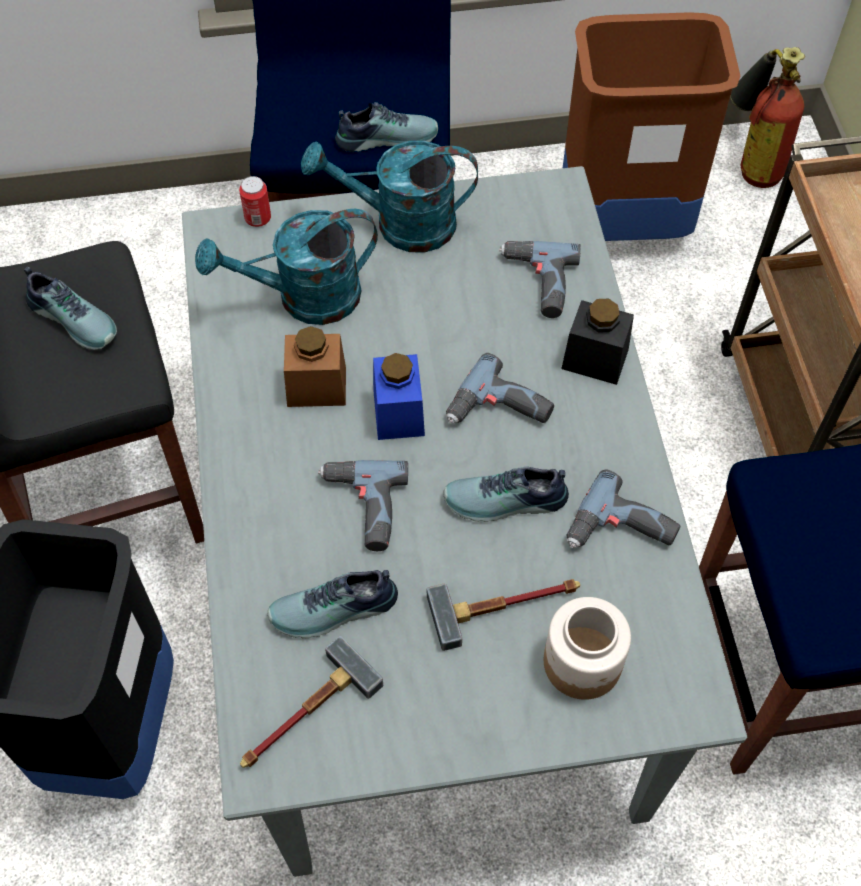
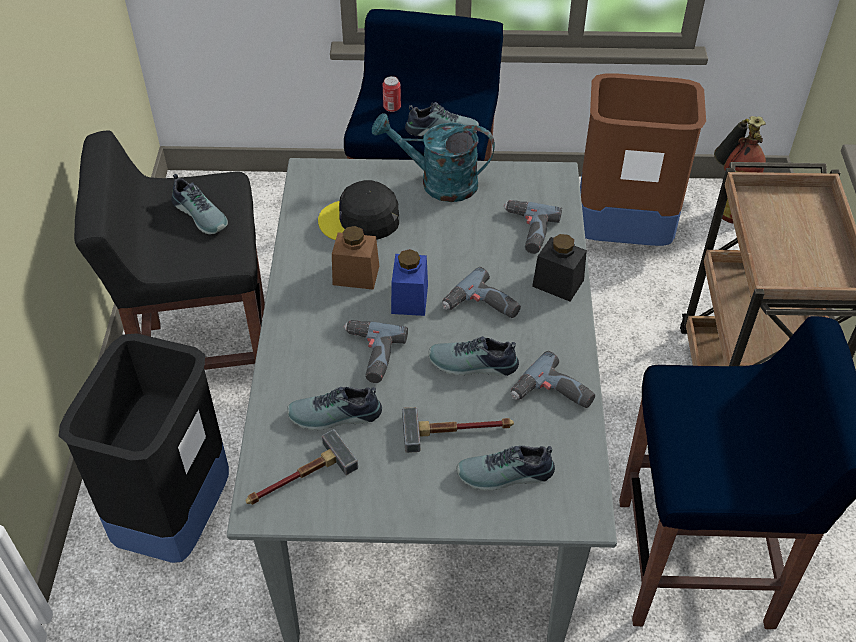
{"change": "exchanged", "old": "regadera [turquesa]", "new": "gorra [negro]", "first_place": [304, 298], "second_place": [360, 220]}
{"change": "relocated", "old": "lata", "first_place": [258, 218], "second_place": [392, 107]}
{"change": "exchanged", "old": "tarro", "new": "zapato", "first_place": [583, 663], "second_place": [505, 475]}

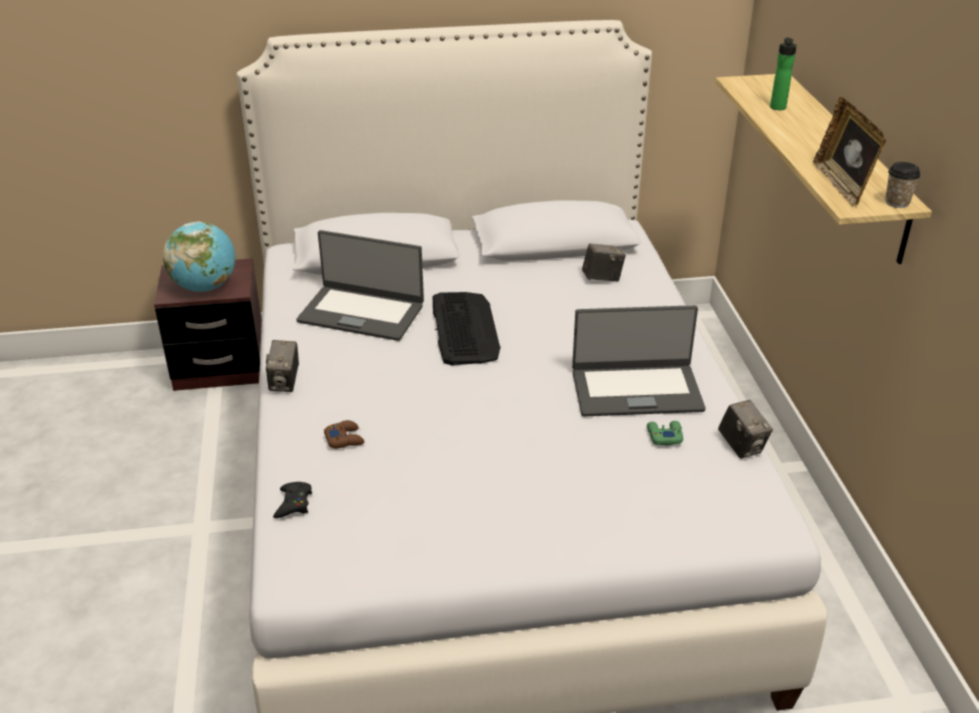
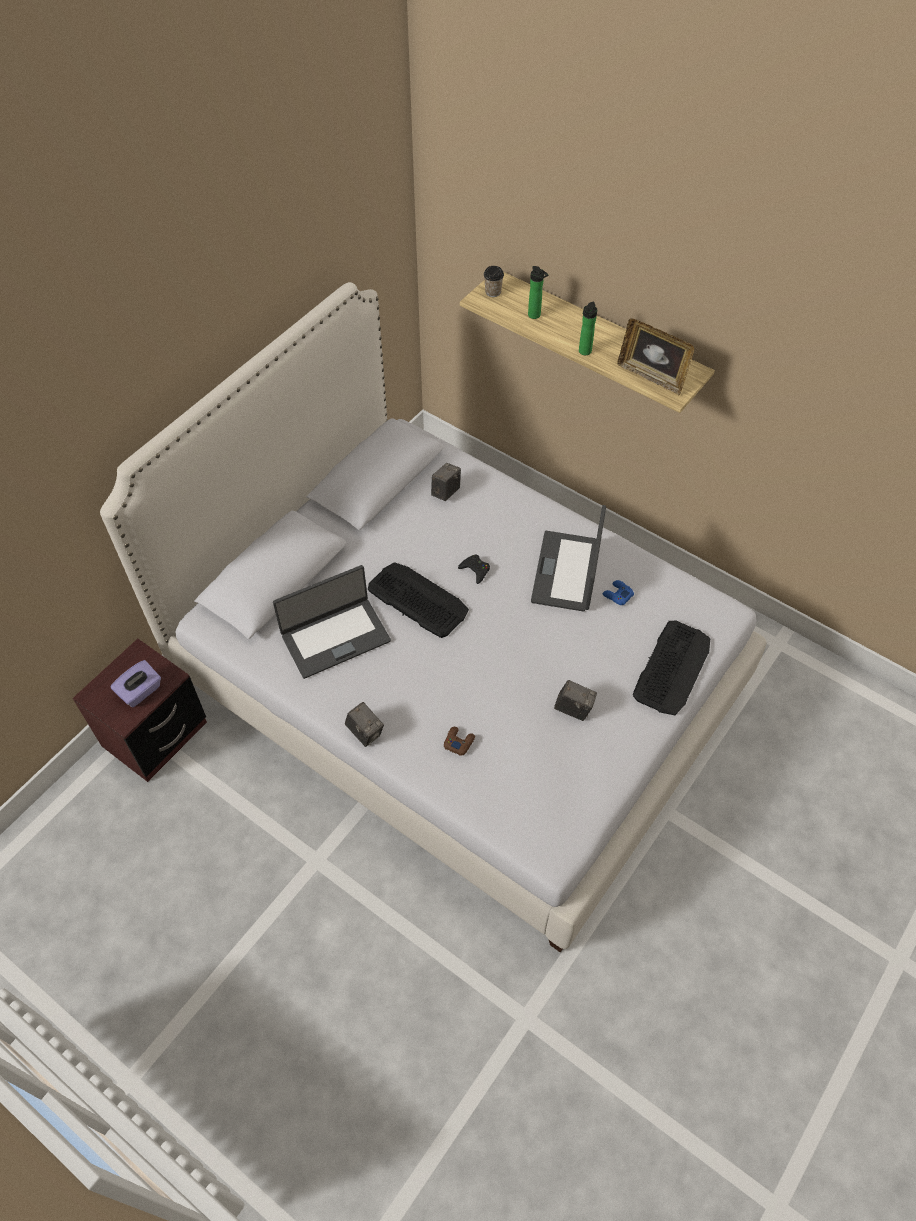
{"change": "exchanged", "old": "globo terráqueo", "new": "caja de pañuelos [morado]", "first_place": [205, 287], "second_place": [140, 691]}
{"change": "relocated", "old": "mando de consola [negro]", "first_place": [293, 503], "second_place": [475, 570]}
{"change": "spun", "old": "portátil", "first_place": [636, 390], "second_place": [567, 572], "degrees": 150}
{"change": "colour", "old": "mando de consola [verde]", "new": "mando de consola [azul]", "first_place": [664, 436], "second_place": [617, 595]}
{"change": "relocated", "old": "cámara", "first_place": [741, 446], "second_place": [573, 709]}
{"change": "relocated", "old": "taza", "first_place": [897, 202], "second_place": [493, 292]}
{"change": "appeared", "new": "botella", "second_place": [584, 352]}
{"change": "appeared", "new": "teclado", "second_place": [672, 667]}

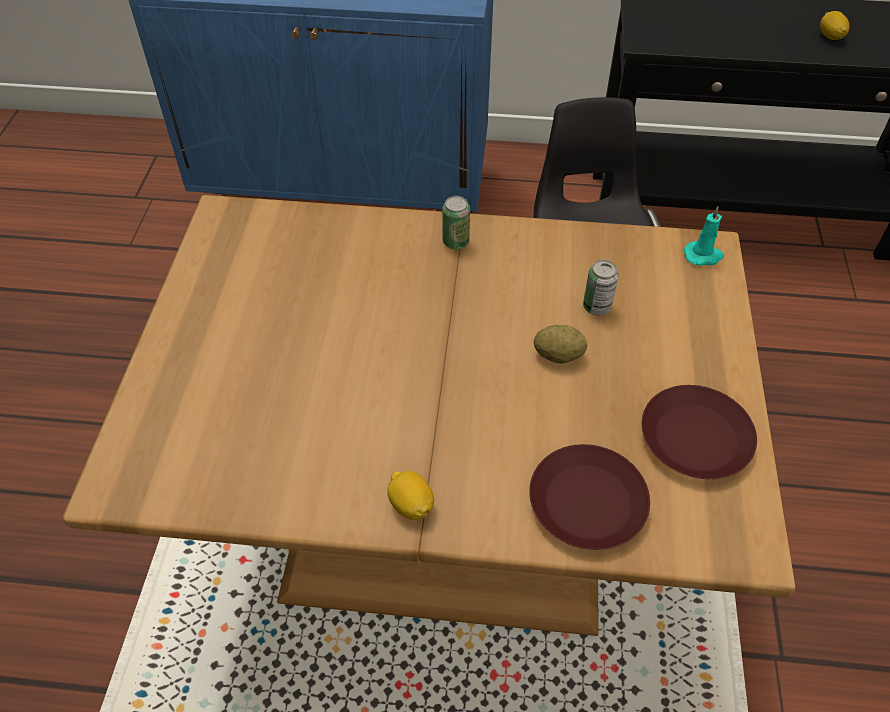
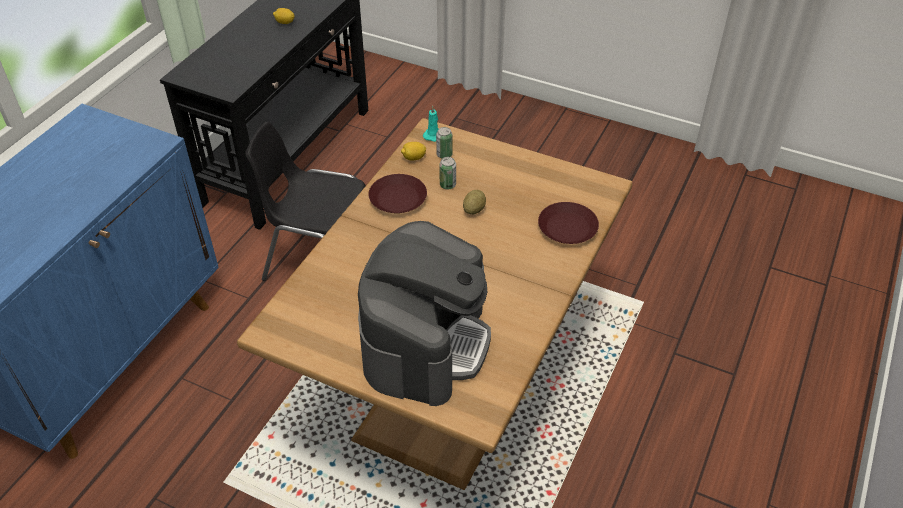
{"change": "relocated", "old": "limón", "first_place": [411, 505], "second_place": [413, 158]}
{"change": "relocated", "old": "lata", "first_place": [455, 242], "second_place": [444, 155]}
{"change": "relocated", "old": "plato [marrón]", "first_place": [695, 437], "second_place": [397, 198]}
{"change": "appeared", "new": "cafetera", "second_place": [425, 342]}

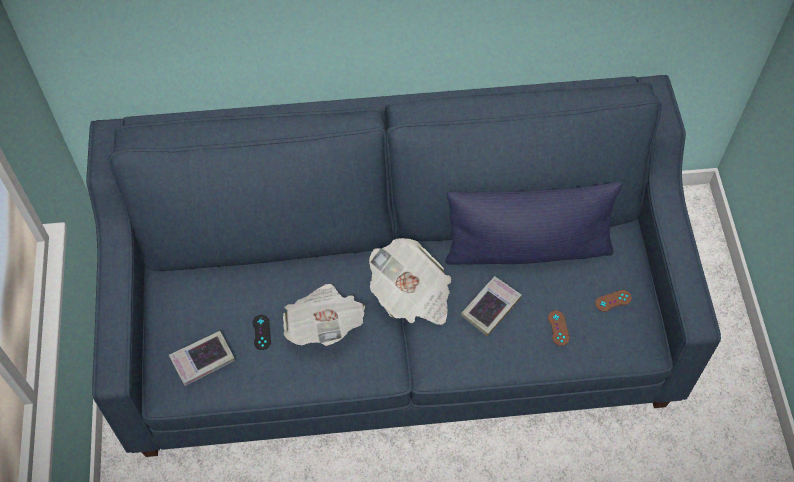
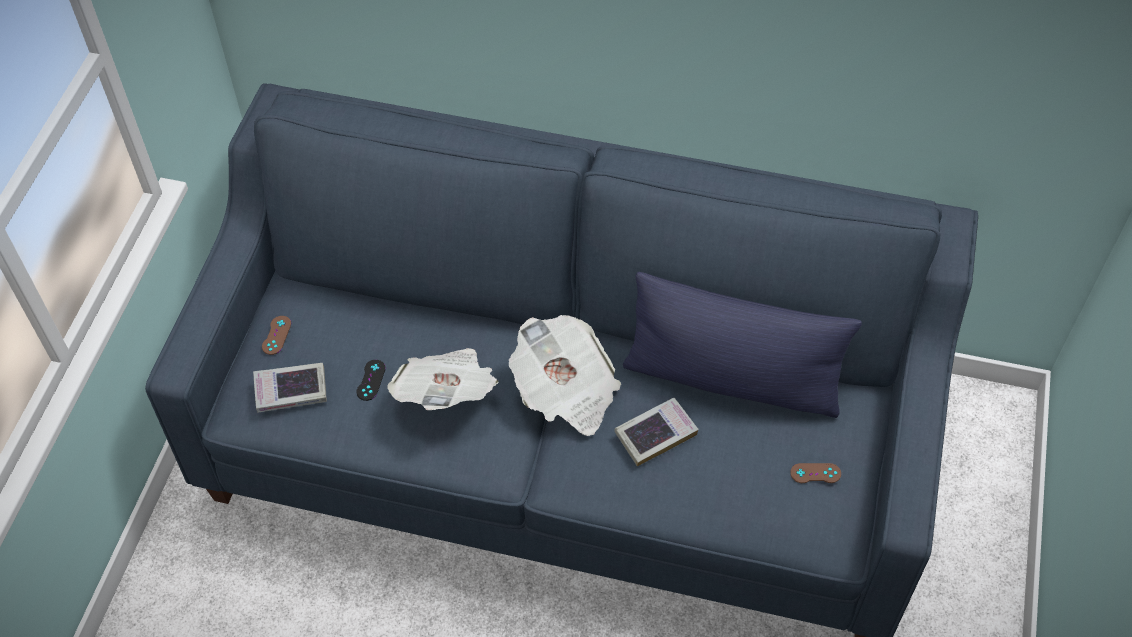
{"change": "relocated", "old": "mando de consola [marrón]", "first_place": [558, 328], "second_place": [276, 335]}

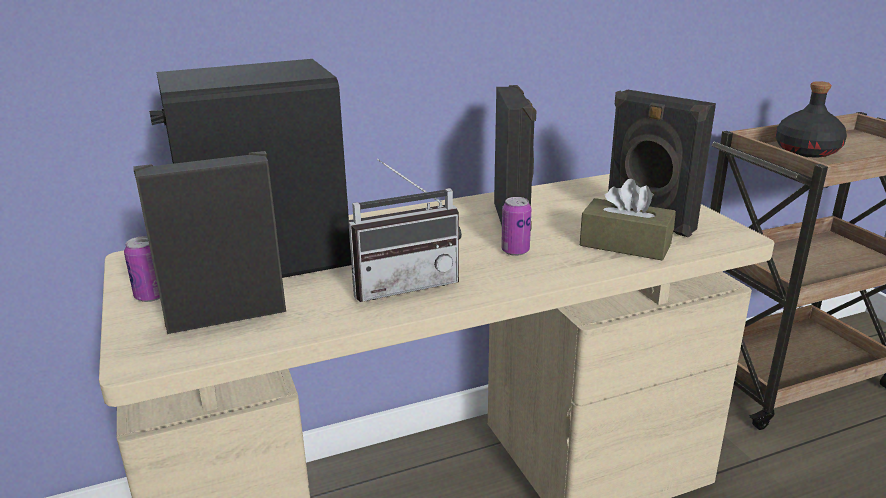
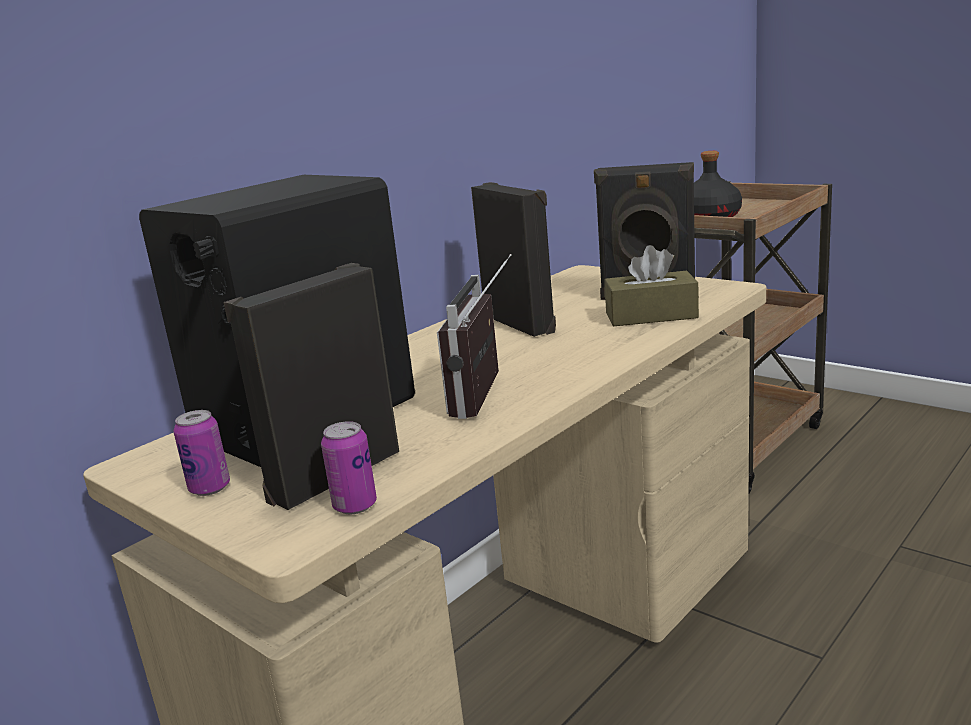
{"change": "spun", "old": "radio", "first_place": [404, 283], "second_place": [489, 396], "degrees": 150}
{"change": "relocated", "old": "lata", "first_place": [515, 251], "second_place": [355, 505]}

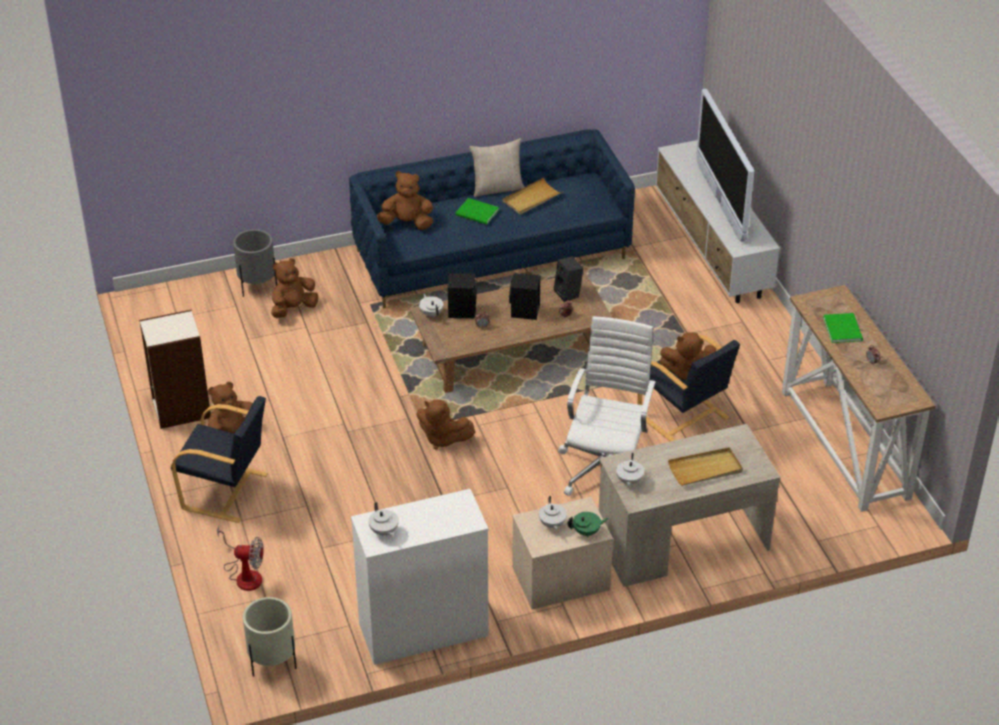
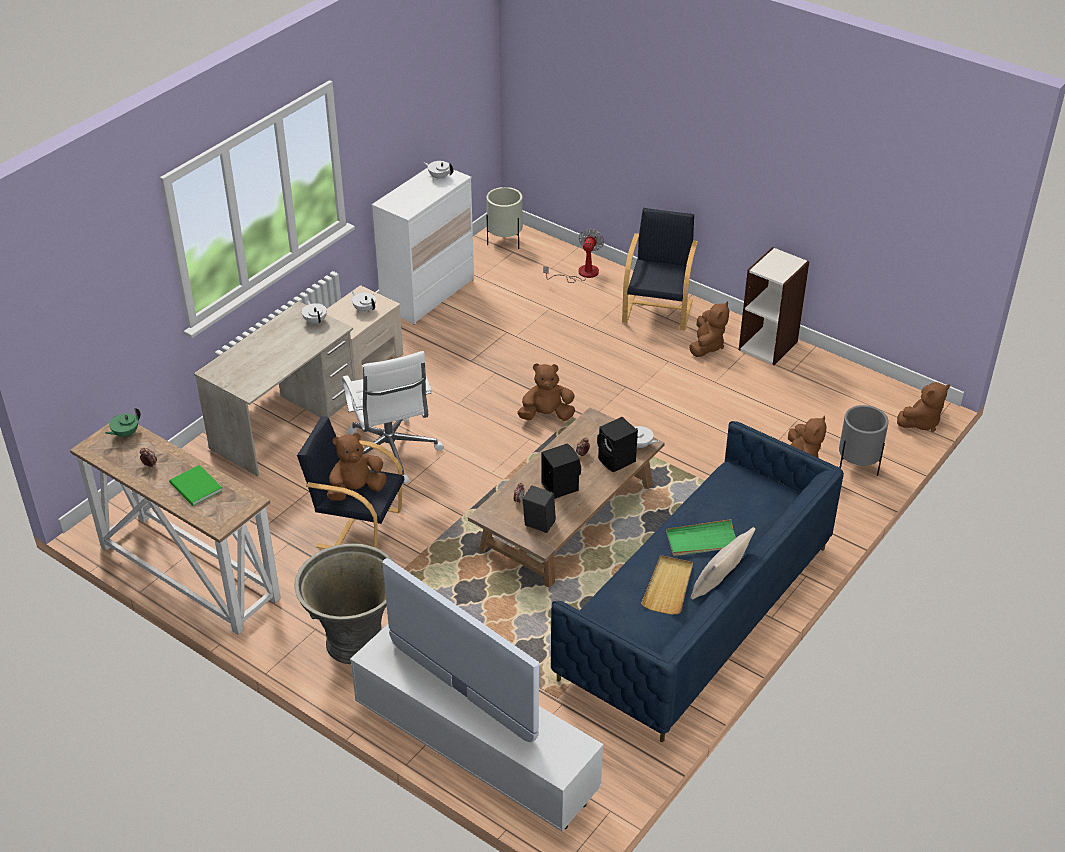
{"change": "spun", "old": "sillón [negro]", "first_place": [226, 492], "second_place": [658, 310], "degrees": 120}
{"change": "spun", "old": "ventilador", "first_place": [244, 574], "second_place": [581, 273], "degrees": 135}
{"change": "relocated", "old": "peluche [marrón]", "first_place": [407, 223], "second_place": [921, 422]}
{"change": "exchanged", "old": "libro [verde]", "new": "bandeja [verde]", "first_place": [477, 213], "second_place": [702, 540]}
{"change": "relocated", "old": "tetera [verde]", "first_place": [587, 532], "second_place": [125, 434]}
{"change": "missing", "old": "bandeja [beis]", "first_place": [705, 469]}
{"change": "appeared", "new": "maceta [gris]", "second_place": [354, 641]}

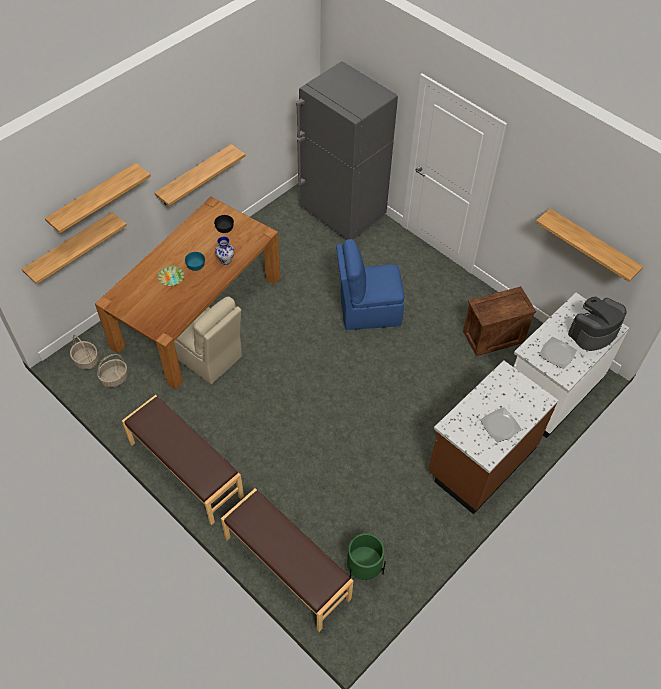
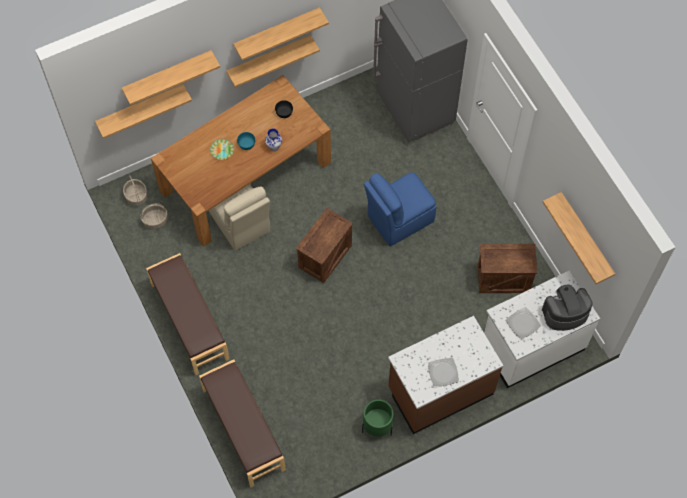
{"change": "spun", "old": "silla [azul]", "first_place": [368, 311], "second_place": [399, 219], "degrees": -45}
{"change": "relocated", "old": "maceta [verde]", "first_place": [364, 568], "second_place": [377, 426]}
{"change": "appeared", "new": "estante", "second_place": [277, 31]}
{"change": "appeared", "new": "caja de embalaje", "second_place": [324, 255]}

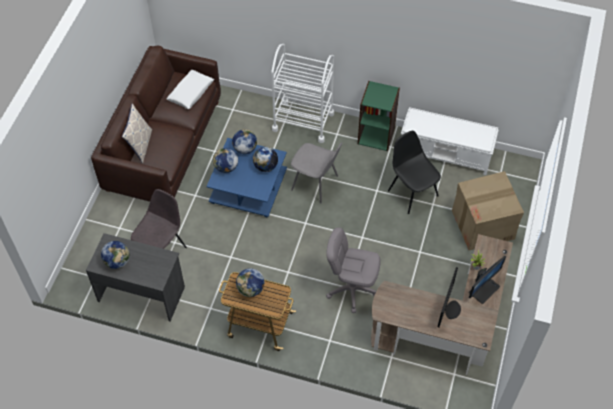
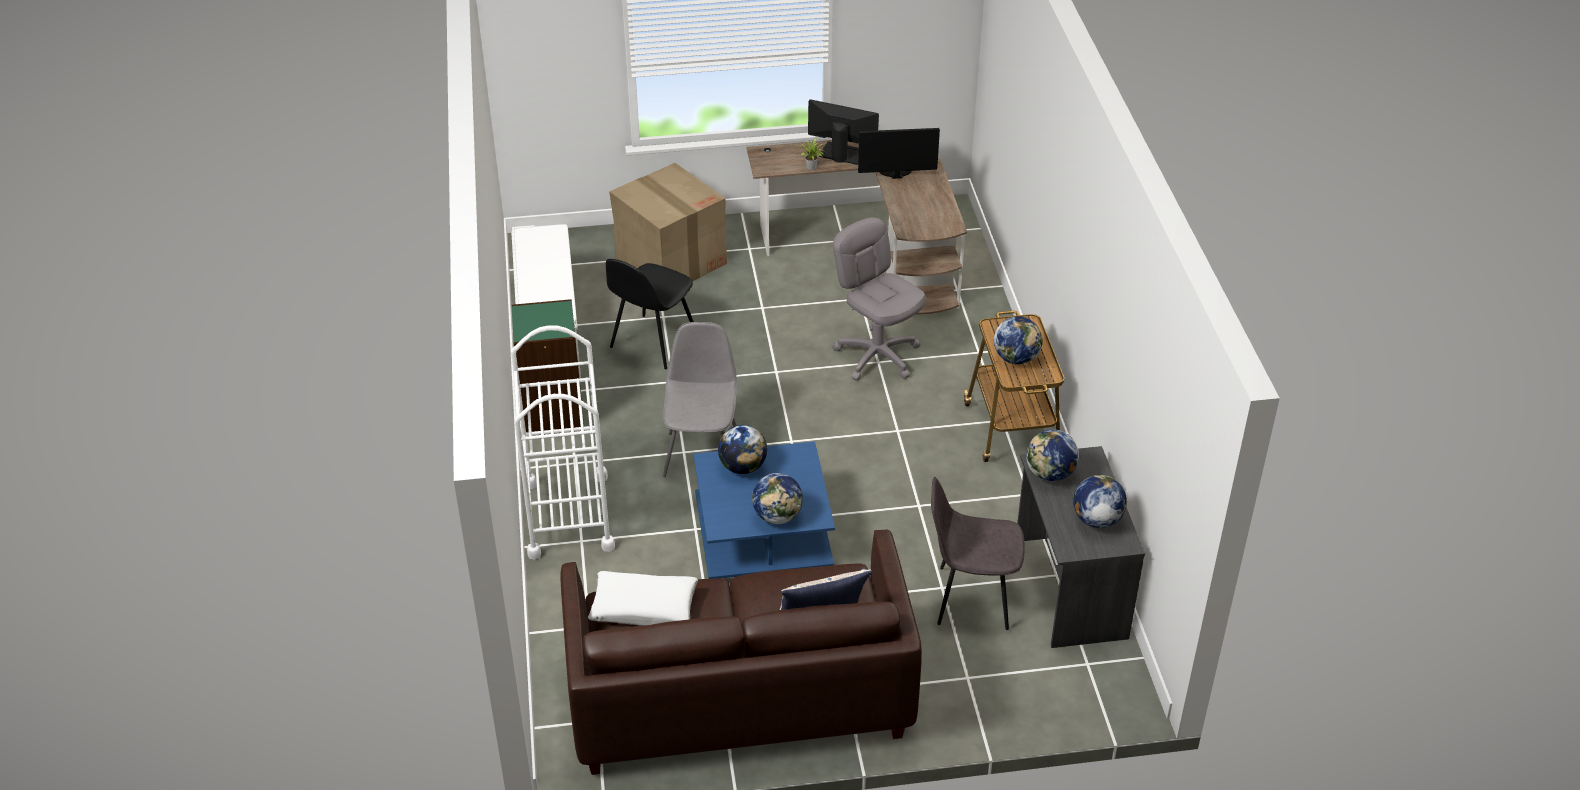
{"change": "relocated", "old": "globo terráqueo", "first_place": [245, 149], "second_place": [1050, 474]}
{"change": "spun", "old": "silla de oficina [gris]", "first_place": [351, 289], "second_place": [877, 355], "degrees": 150}

